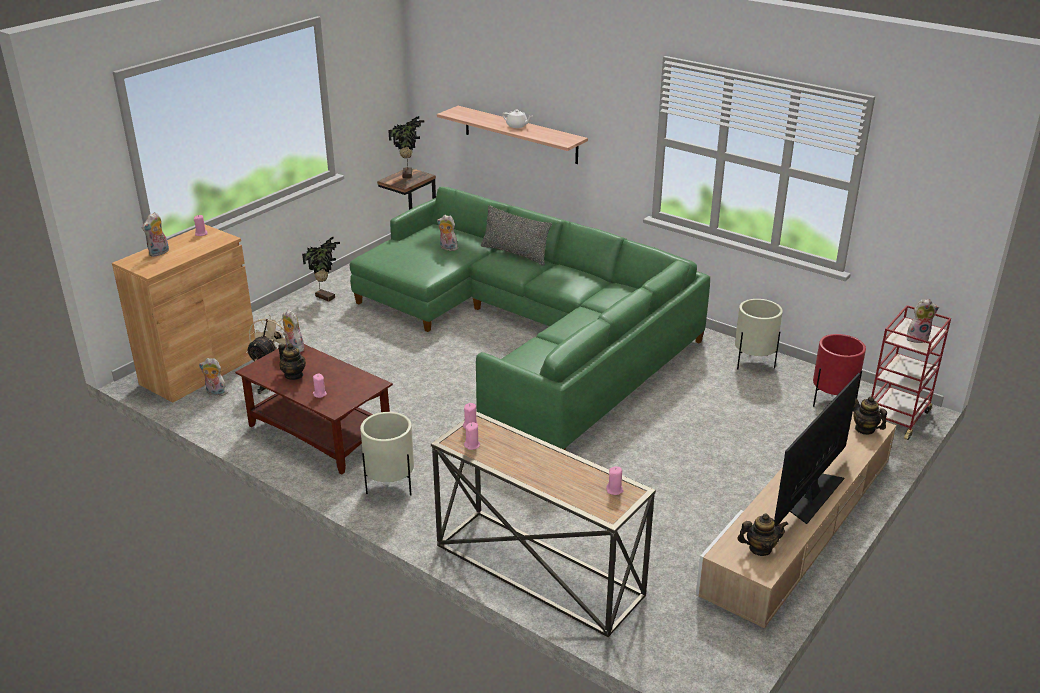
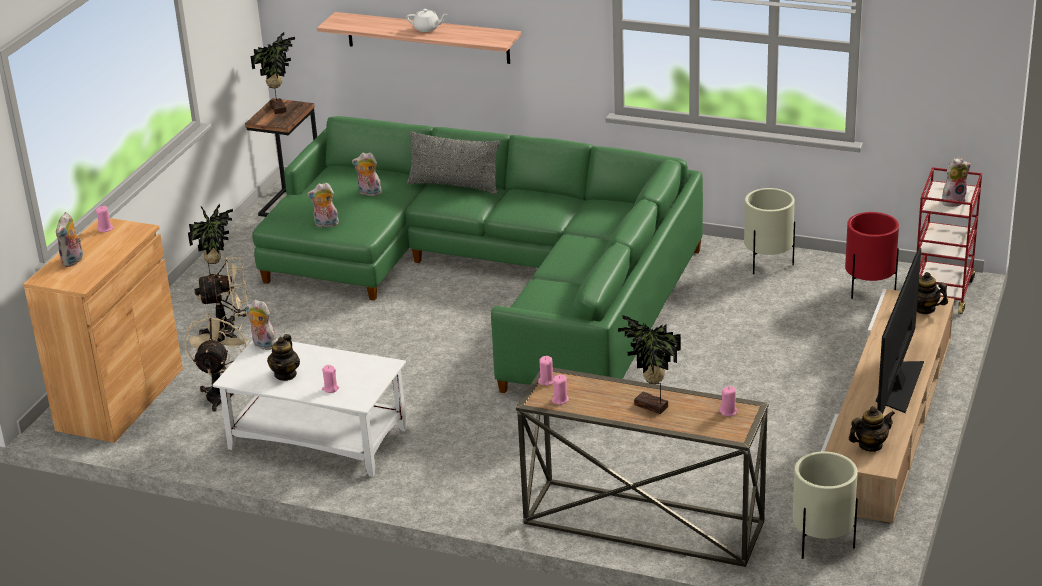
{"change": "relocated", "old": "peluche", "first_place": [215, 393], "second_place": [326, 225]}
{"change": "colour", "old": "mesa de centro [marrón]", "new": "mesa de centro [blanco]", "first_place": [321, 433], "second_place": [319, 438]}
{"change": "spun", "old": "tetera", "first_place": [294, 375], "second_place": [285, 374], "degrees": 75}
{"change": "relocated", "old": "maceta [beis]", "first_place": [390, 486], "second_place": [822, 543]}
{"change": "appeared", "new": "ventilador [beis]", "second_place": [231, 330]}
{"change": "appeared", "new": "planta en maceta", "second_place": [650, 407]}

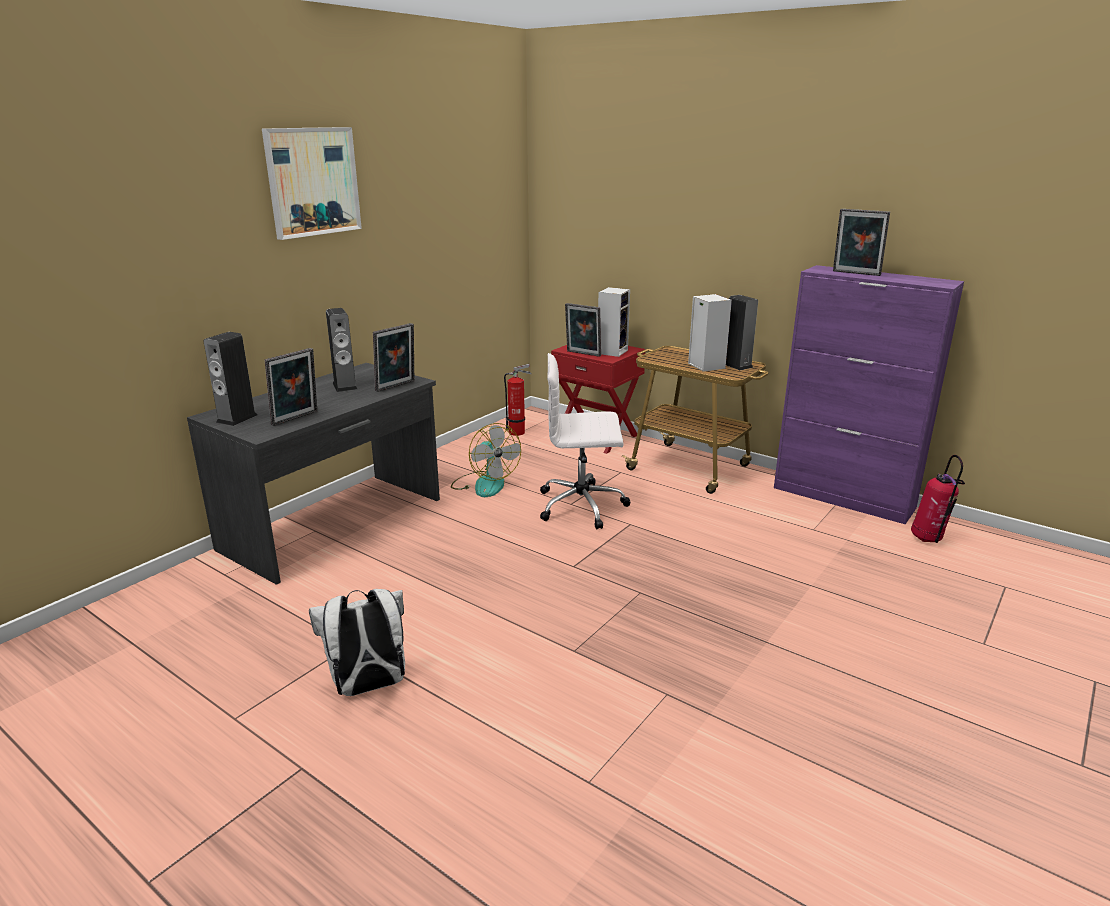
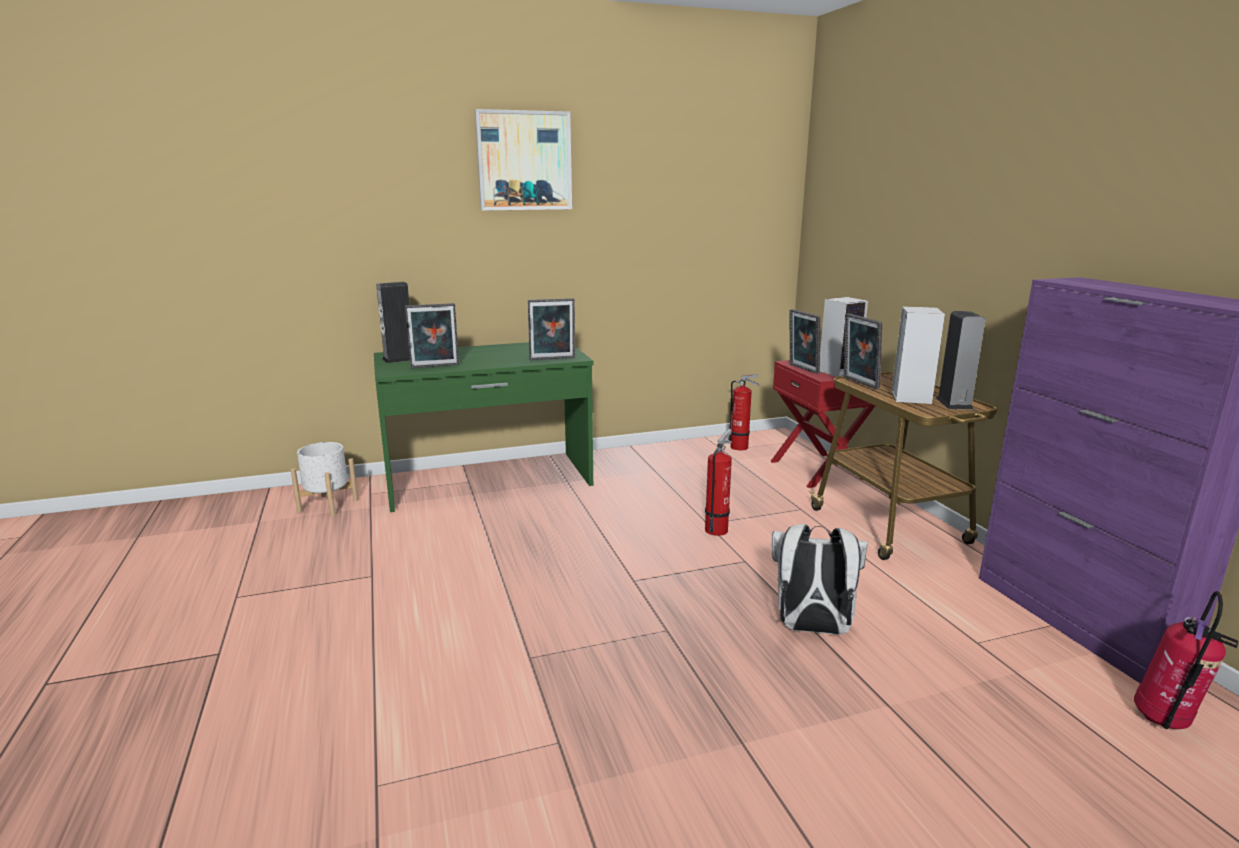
{"change": "colour", "old": "escritorio [gris]", "new": "escritorio [verde]", "first_place": [335, 524], "second_place": [488, 481]}
{"change": "relocated", "old": "mochila [blanco]", "first_place": [368, 687], "second_place": [811, 629]}
{"change": "missing", "old": "altavoz", "first_place": [345, 386]}
{"change": "missing", "old": "ventilador", "first_place": [484, 484]}
{"change": "exchanged", "old": "silla de oficina [blanco]", "new": "extintor", "first_place": [583, 506], "second_place": [717, 529]}
{"change": "relocated", "old": "portarretratos", "first_place": [855, 273], "second_place": [858, 383]}
{"change": "appeared", "new": "maceta [blanco]", "second_place": [328, 505]}

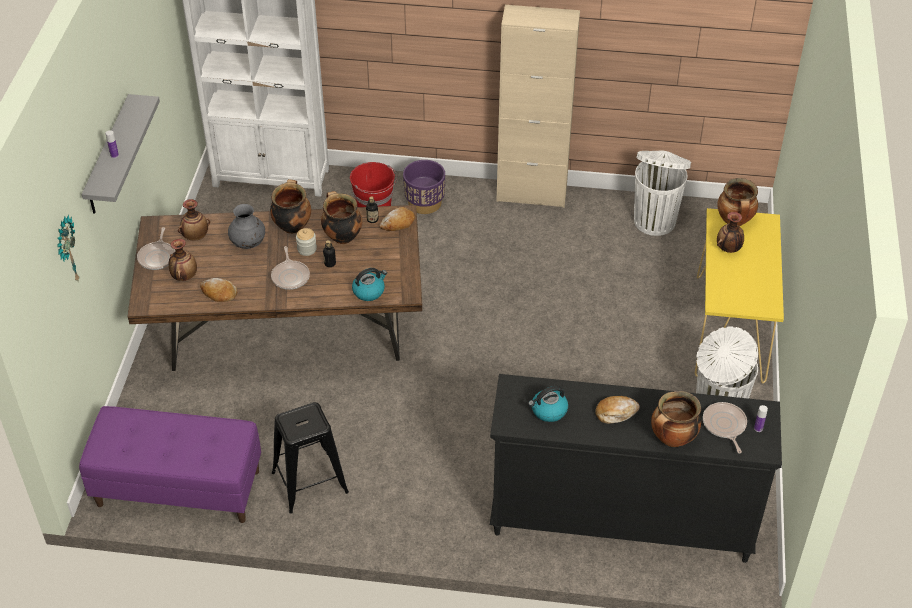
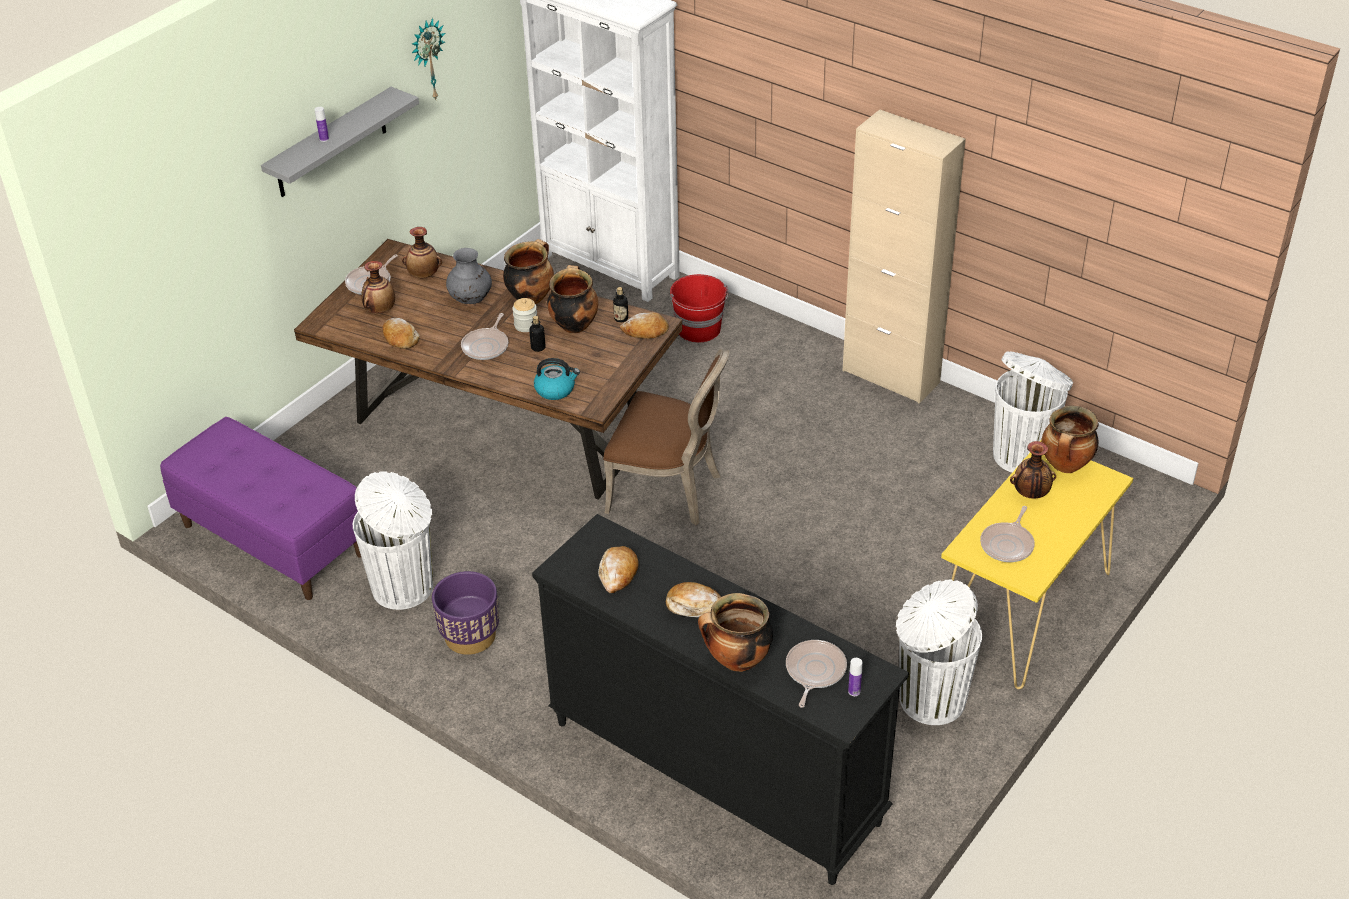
{"change": "relocated", "old": "reloj de pared", "first_place": [66, 251], "second_place": [428, 59]}
{"change": "exchanged", "old": "taburete [negro]", "new": "papelera [blanco]", "first_place": [309, 482], "second_place": [405, 587]}
{"change": "relocated", "old": "maceta [morado]", "first_place": [424, 203], "second_place": [470, 636]}
{"change": "exchanged", "old": "hervidor", "new": "pan", "first_place": [548, 411], "second_place": [618, 573]}
{"change": "appeared", "new": "silla [marrón]", "second_place": [669, 491]}
{"change": "appeared", "new": "sartén", "second_place": [1008, 544]}

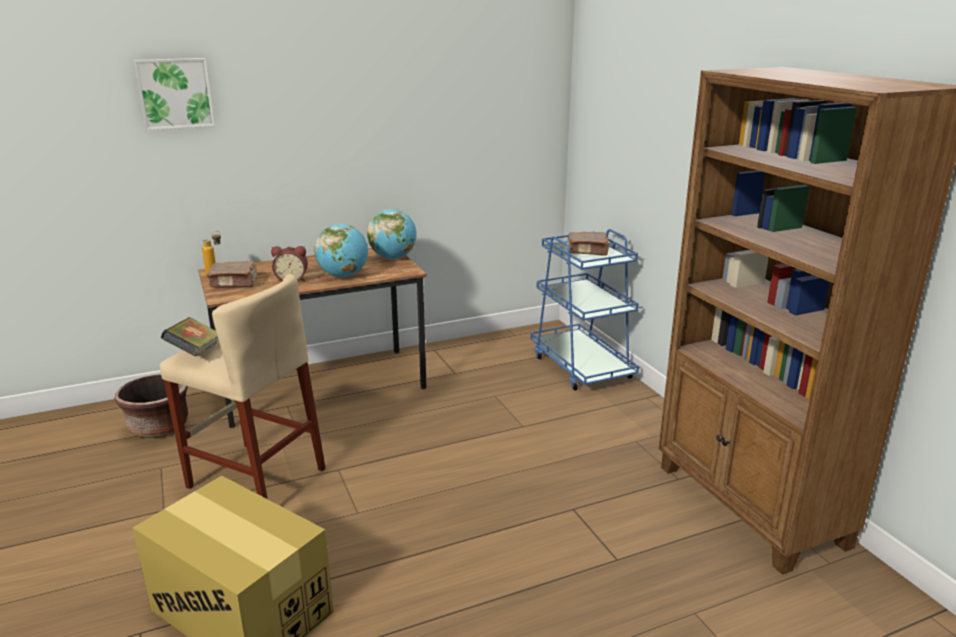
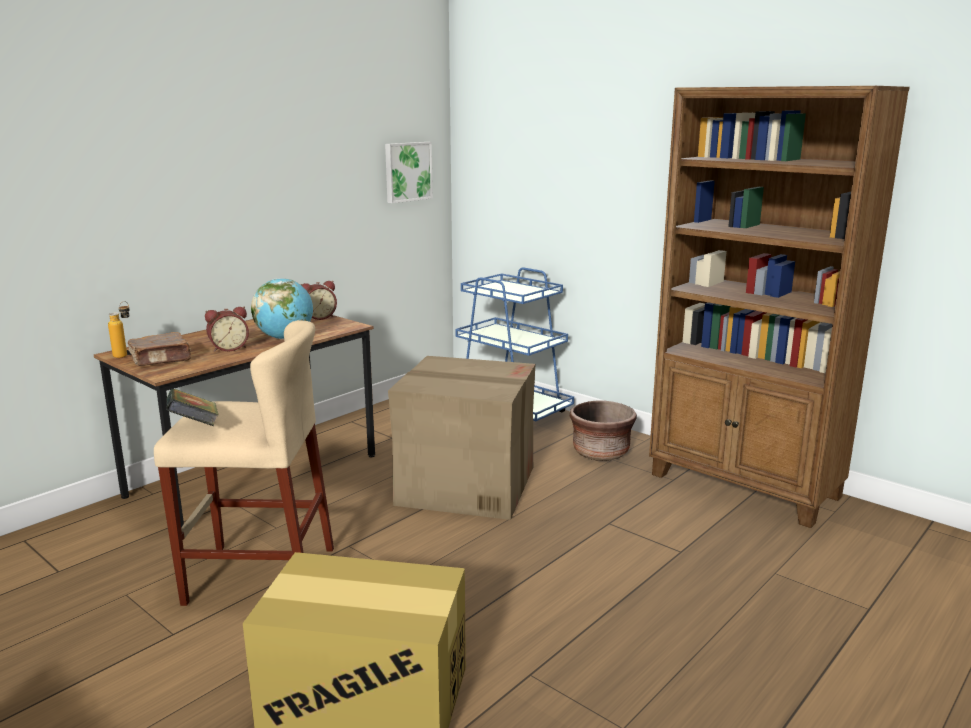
{"change": "relocated", "old": "maceta [marrón]", "first_place": [159, 427], "second_place": [600, 452]}
{"change": "relocated", "old": "cuadro", "first_place": [175, 93], "second_place": [407, 171]}
{"change": "exchanged", "old": "globo terráqueo", "new": "despertador", "first_place": [393, 258], "second_place": [318, 317]}
{"change": "missing", "old": "libro [marrón]", "first_place": [588, 251]}
{"change": "appeared", "new": "caja de cartón", "second_place": [465, 485]}

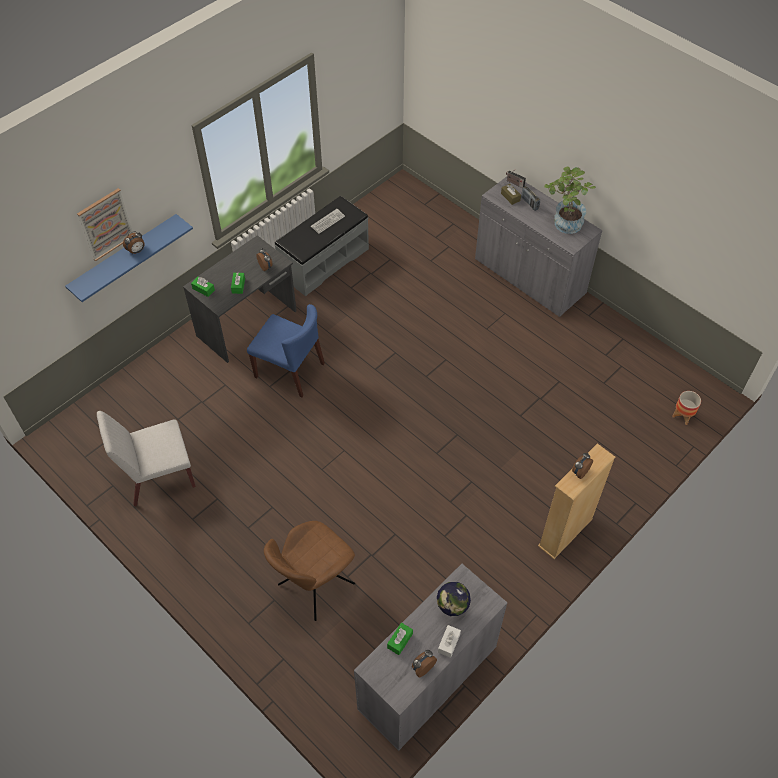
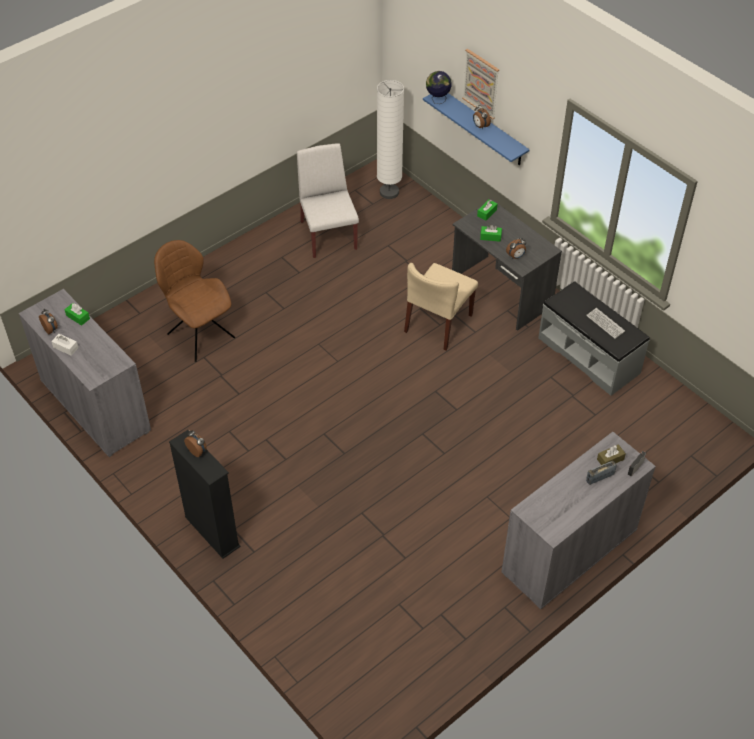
{"change": "colour", "old": "silla [azul]", "new": "silla [beis]", "first_place": [290, 370], "second_place": [438, 324]}
{"change": "relocated", "old": "globo terráqueo", "first_place": [452, 609], "second_place": [437, 100]}
{"change": "colour", "old": "estantería [beis]", "new": "estantería [negro]", "first_place": [565, 532], "second_place": [212, 532]}
{"change": "missing", "old": "planta en maceta", "first_place": [563, 224]}
{"change": "missing", "old": "maceta", "first_place": [682, 415]}
{"change": "appeared", "new": "lámpara de pie [blanco]", "second_place": [389, 192]}

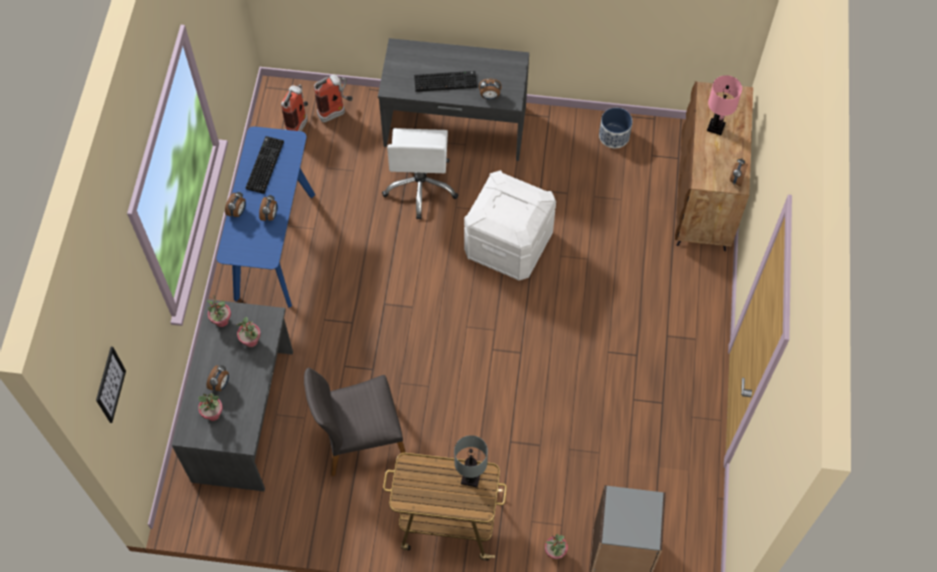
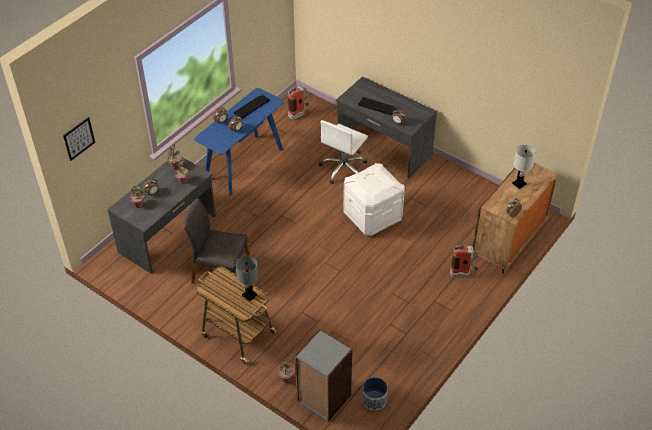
{"change": "relocated", "old": "extintor", "first_place": [336, 112], "second_place": [463, 274]}
{"change": "relocated", "old": "maceta", "first_place": [614, 136], "second_place": [374, 400]}
{"change": "colour", "old": "lámpara de mesa [rosa]", "new": "lámpara de mesa [blanco]", "first_place": [715, 127], "second_place": [519, 184]}

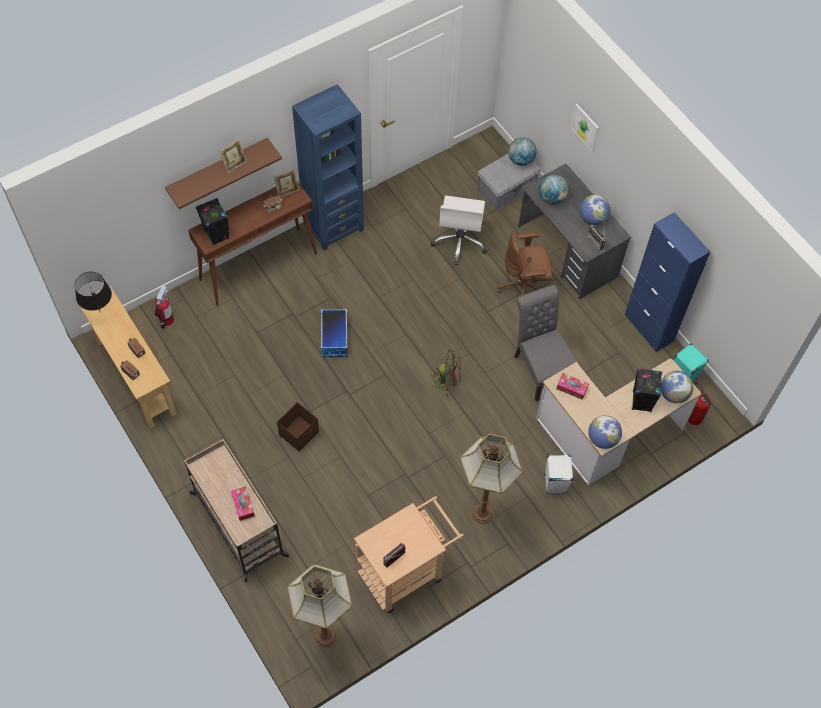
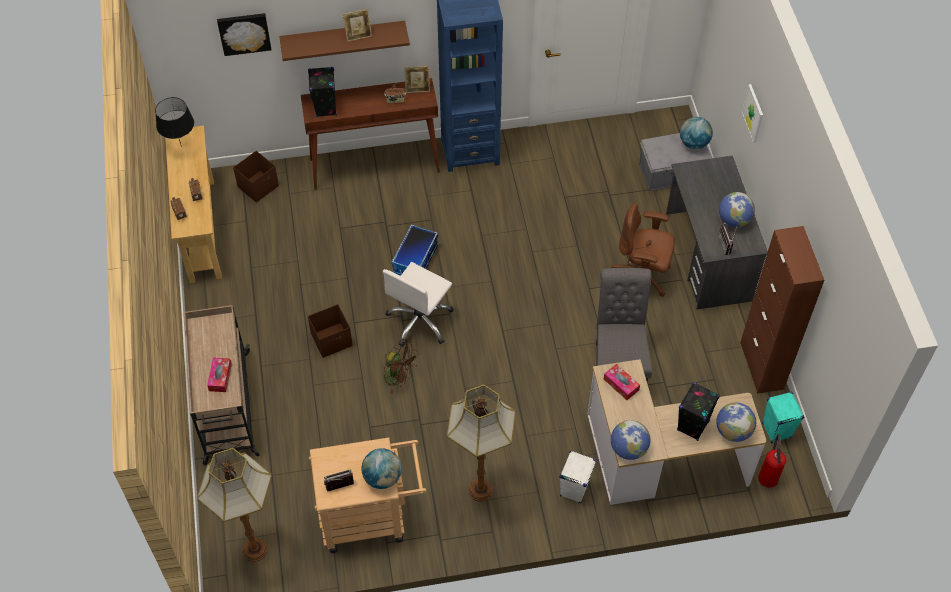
{"change": "exchanged", "old": "extintor", "new": "caja de almacenaje [marrón]", "first_place": [166, 320], "second_place": [259, 186]}
{"change": "relocated", "old": "ventilador [marrón]", "first_place": [447, 382], "second_place": [399, 378]}
{"change": "relocated", "old": "silla de oficina [blanco]", "first_place": [460, 242], "second_place": [420, 321]}
{"change": "relocated", "old": "globo terráqueo", "first_place": [552, 198], "second_place": [382, 477]}
{"change": "colour", "old": "armario [azul]", "new": "armario [marrón]", "first_place": [649, 328], "second_place": [761, 365]}
{"change": "appeared", "new": "cuadro", "second_place": [244, 33]}

